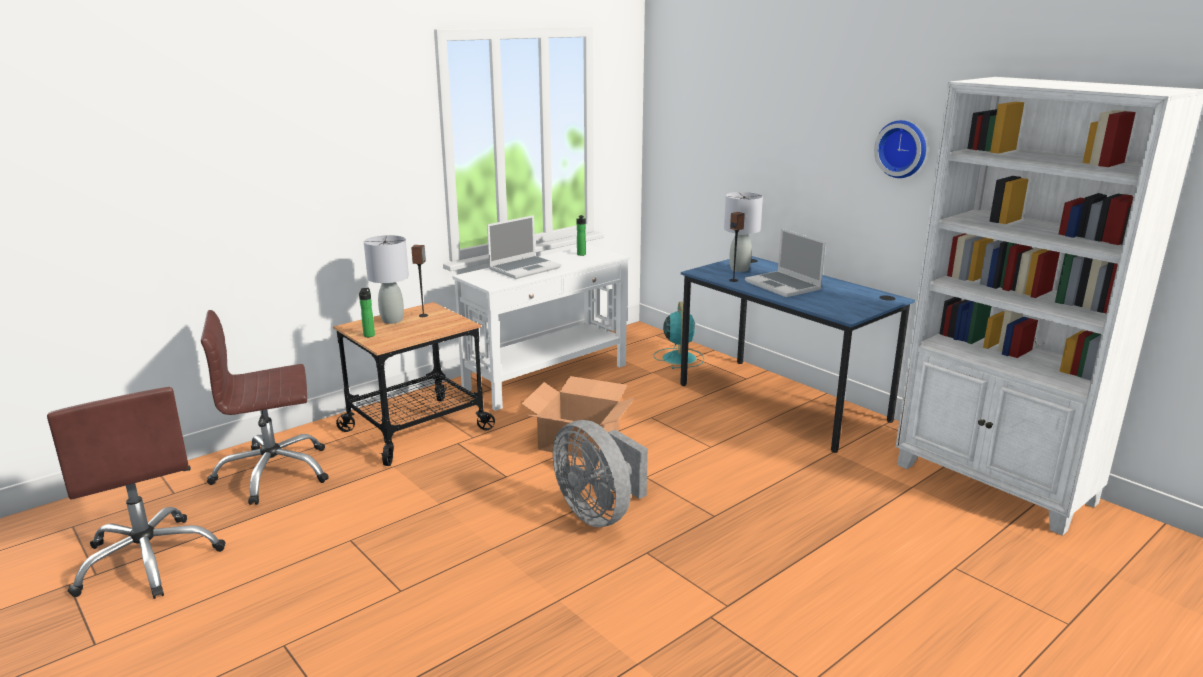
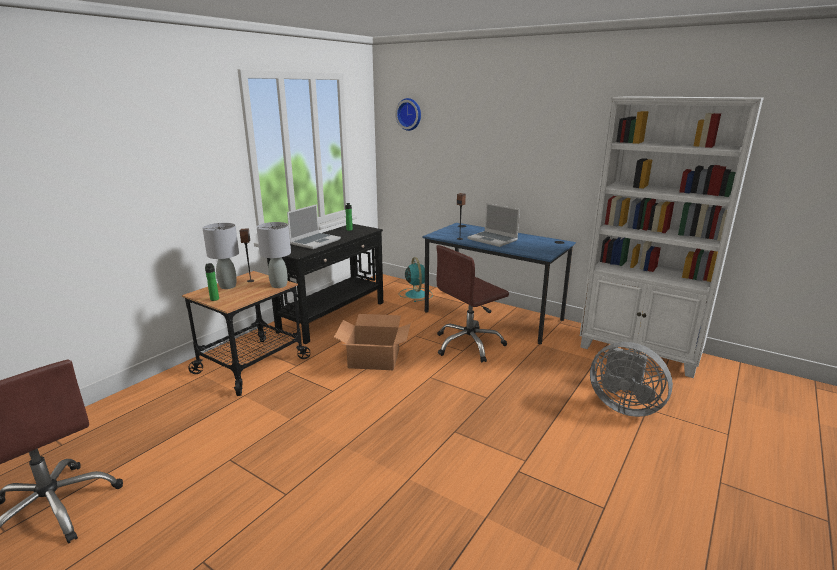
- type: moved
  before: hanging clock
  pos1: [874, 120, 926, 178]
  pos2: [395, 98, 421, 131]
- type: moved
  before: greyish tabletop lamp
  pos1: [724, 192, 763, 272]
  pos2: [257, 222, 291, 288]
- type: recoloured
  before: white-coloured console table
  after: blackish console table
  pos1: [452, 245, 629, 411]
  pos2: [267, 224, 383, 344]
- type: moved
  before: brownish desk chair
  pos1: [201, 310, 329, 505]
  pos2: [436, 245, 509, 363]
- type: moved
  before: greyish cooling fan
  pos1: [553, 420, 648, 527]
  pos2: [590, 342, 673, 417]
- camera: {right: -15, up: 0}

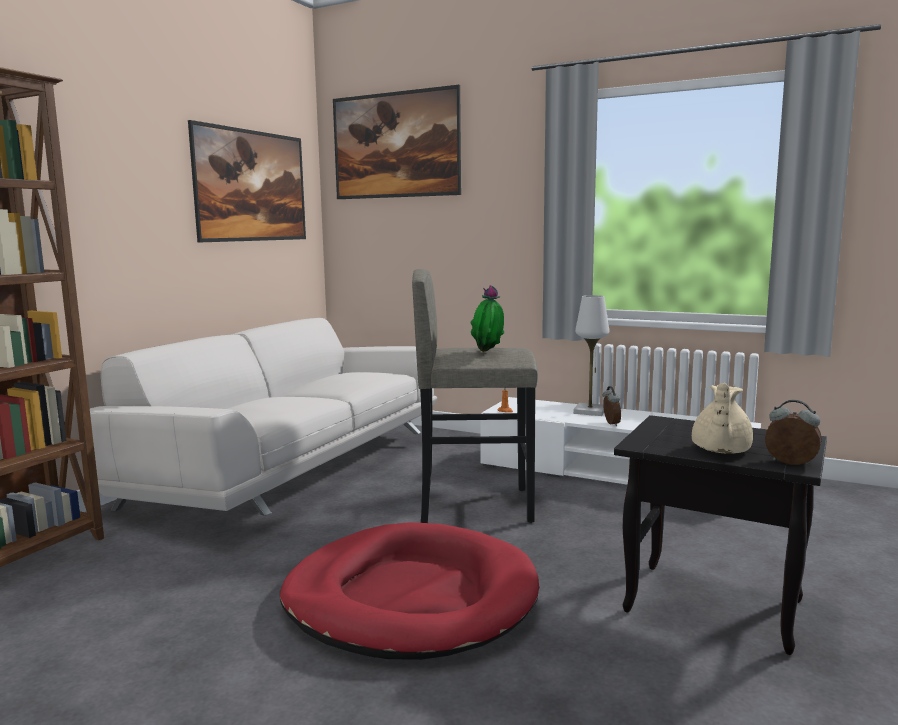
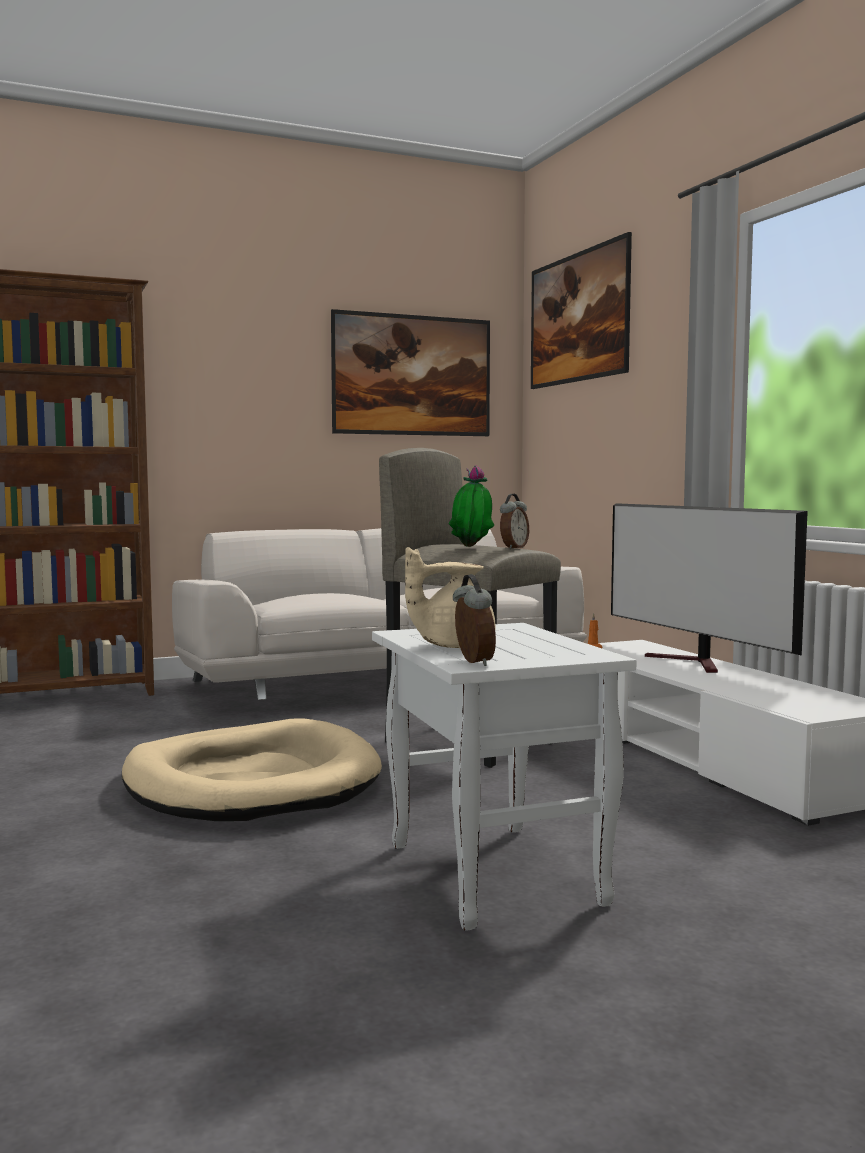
- type: replaced
  before: white-coloured tabletop lamp
  after: TV
  pos1: [573, 295, 609, 416]
  pos2: [611, 503, 808, 673]
- type: moved
  before: table clock
  pos1: [603, 386, 621, 426]
  pos2: [500, 494, 529, 549]
- type: recoloured
  before: blackish side table
  after: white-coloured side table
  pos1: [614, 415, 827, 655]
  pos2: [372, 623, 636, 931]
- type: recoloured
  before: reddish pet bed
  after: sand-coloured pet bed
  pos1: [280, 522, 539, 660]
  pos2: [122, 718, 382, 821]
- camera: {right: 40, up: -5}

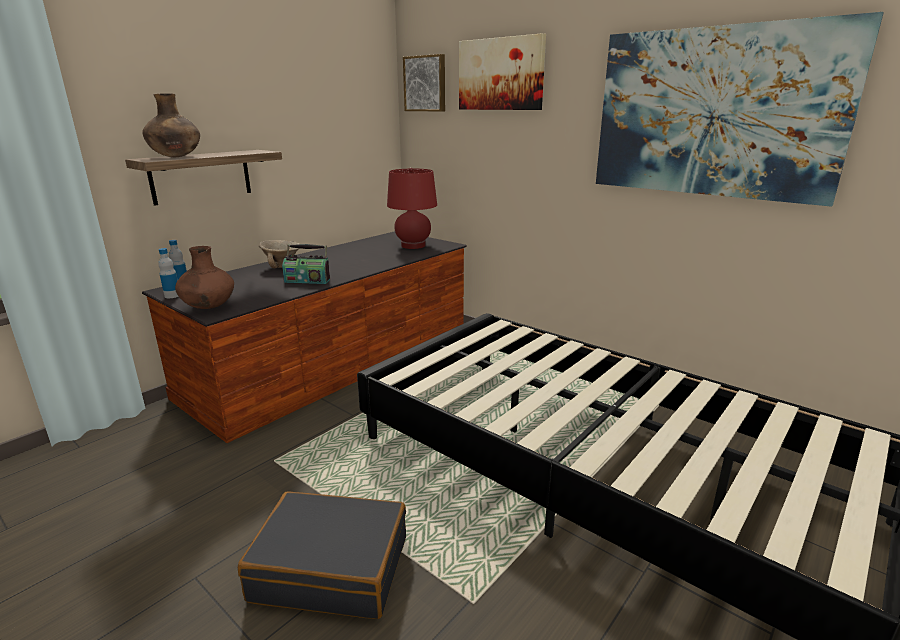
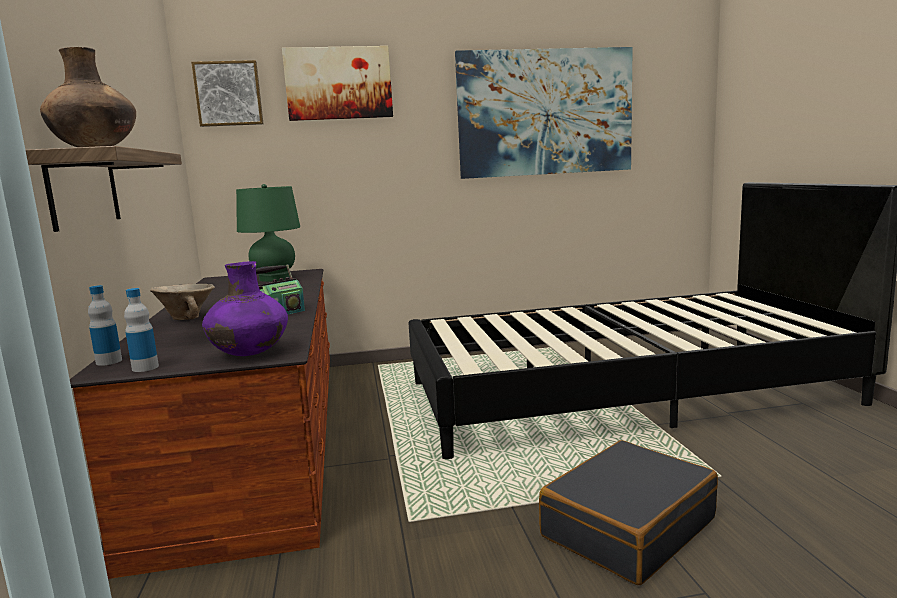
- type: recoloured
  before: reddish tabletop lamp
  after: greenish tabletop lamp
  pos1: [387, 168, 437, 249]
  pos2: [236, 184, 300, 282]
- type: recoloured
  before: brownish vase
  after: purple vase
  pos1: [175, 246, 234, 309]
  pos2: [202, 261, 288, 356]
- camera: {right: -50, up: -10}

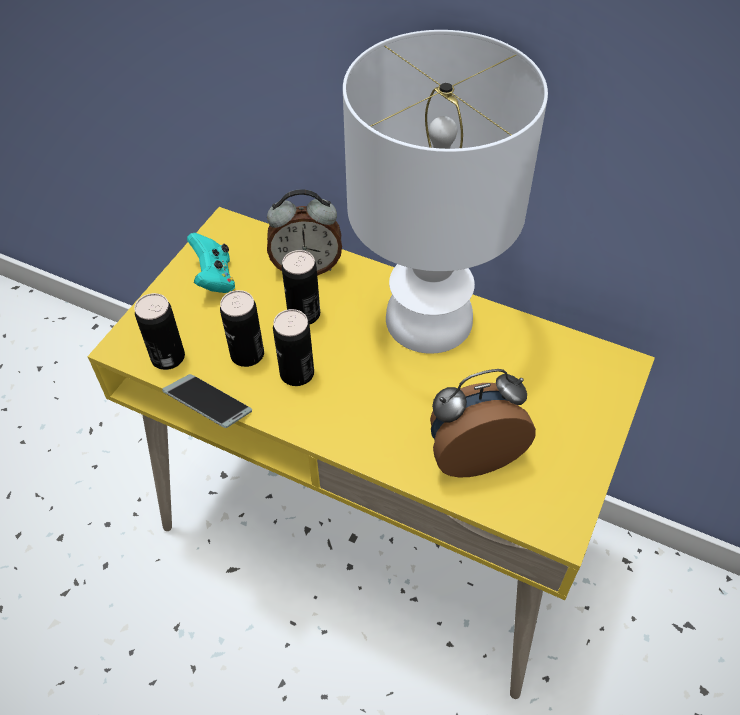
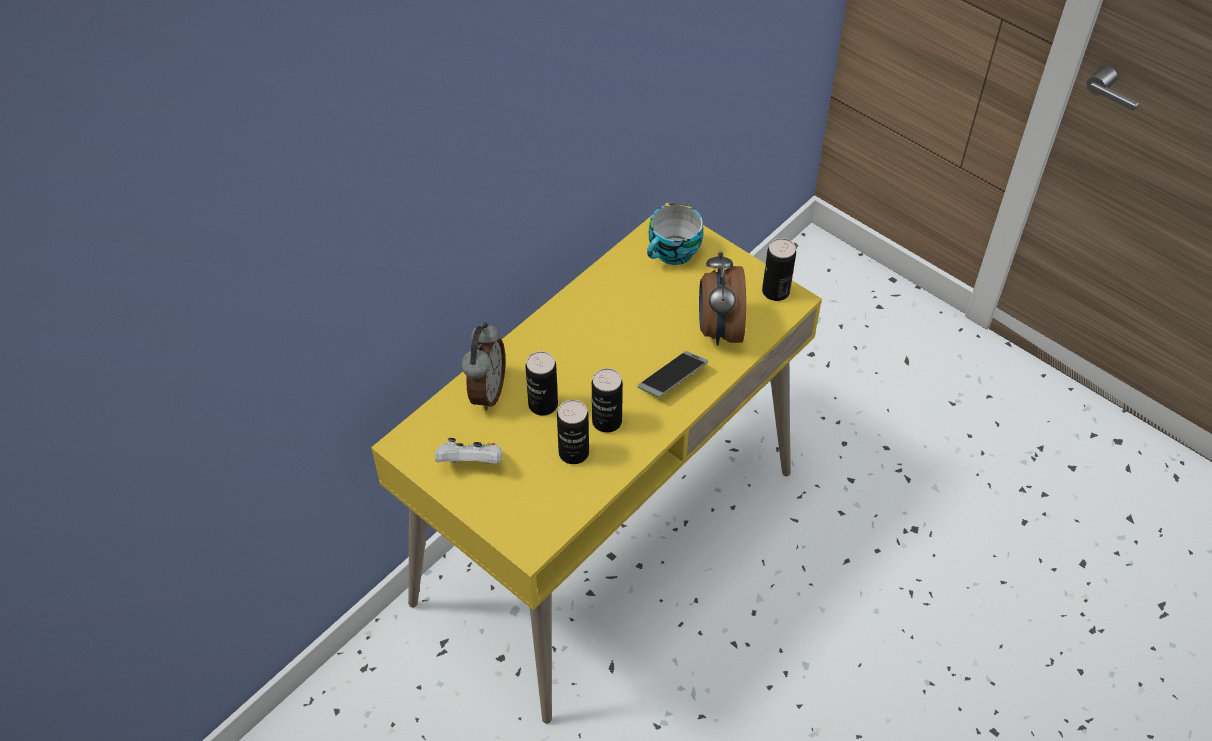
- type: removed
  before: white-coloured tabletop lamp
  pos1: [343, 30, 548, 354]
- type: recoloured
  before: turquoise-coloured gamepad
  after: white-coloured gamepad
  pos1: [187, 233, 235, 293]
  pos2: [435, 438, 502, 464]
- type: moved
  before: metal can
  pos1: [134, 293, 185, 370]
  pos2: [762, 238, 796, 301]
- type: moved
  before: phone
  pos1: [162, 374, 252, 428]
  pos2: [638, 351, 708, 397]
- type: added
  after: small cup
  pos2: [647, 204, 703, 265]
- camera: {right: -75, up: 0}

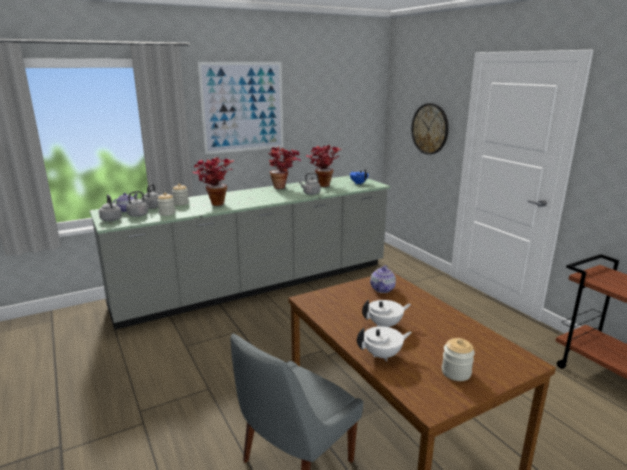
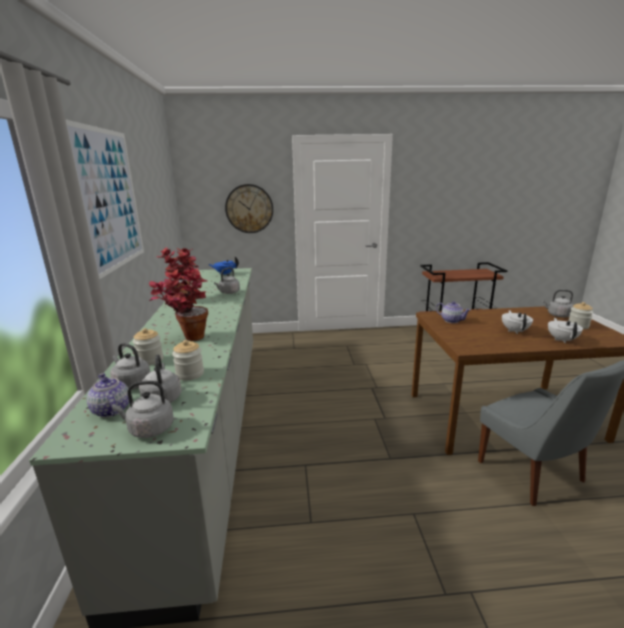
- type: removed
  before: houseplant
  pos1: [306, 145, 342, 187]
- type: added
  after: greyish tea kettle
  pos2: [542, 290, 573, 317]
- camera: {right: -65, up: 0}

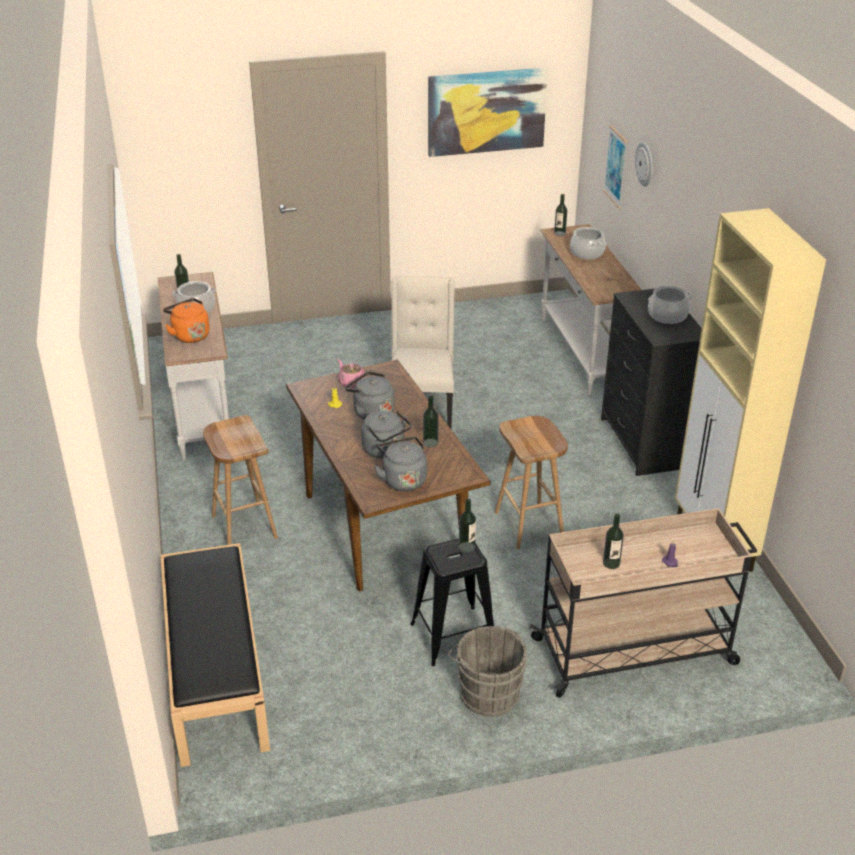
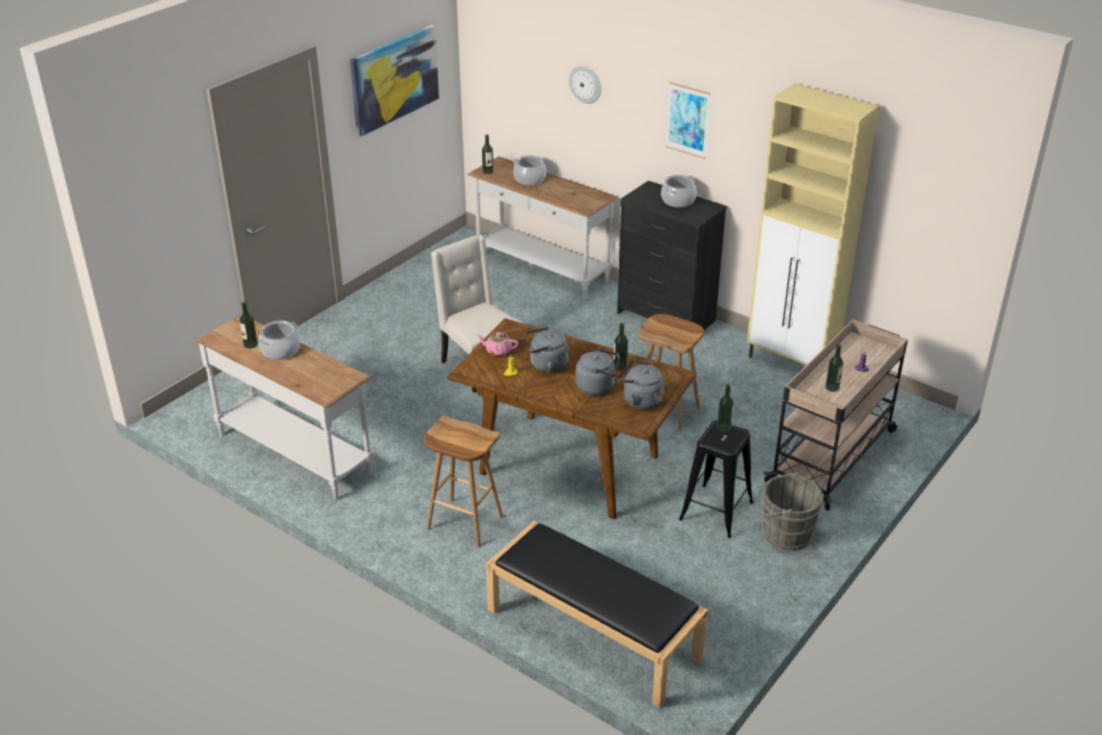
- type: moved
  before: wall picture
  pos1: [603, 125, 627, 209]
  pos2: [666, 82, 710, 159]
- type: removed
  before: orangey tea kettle
  pos1: [163, 298, 209, 343]
- camera: {right: -40, up: 0}

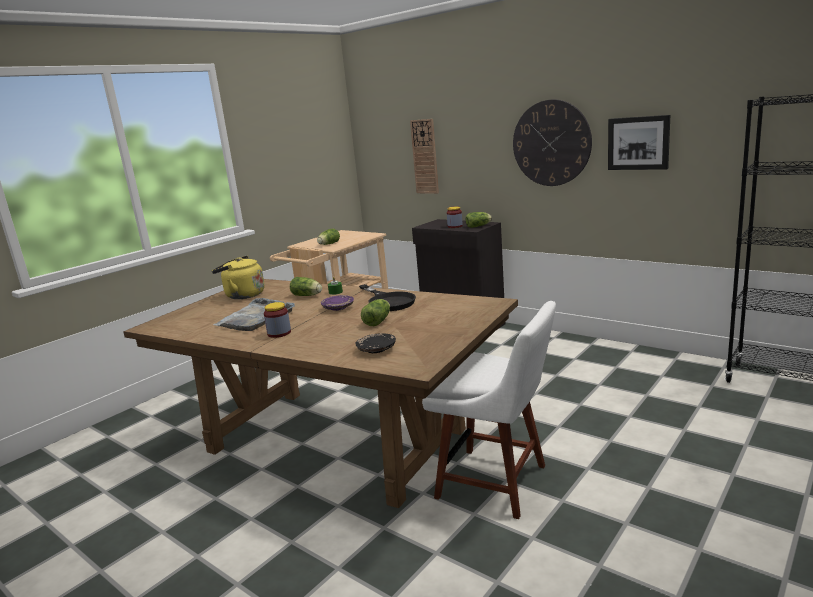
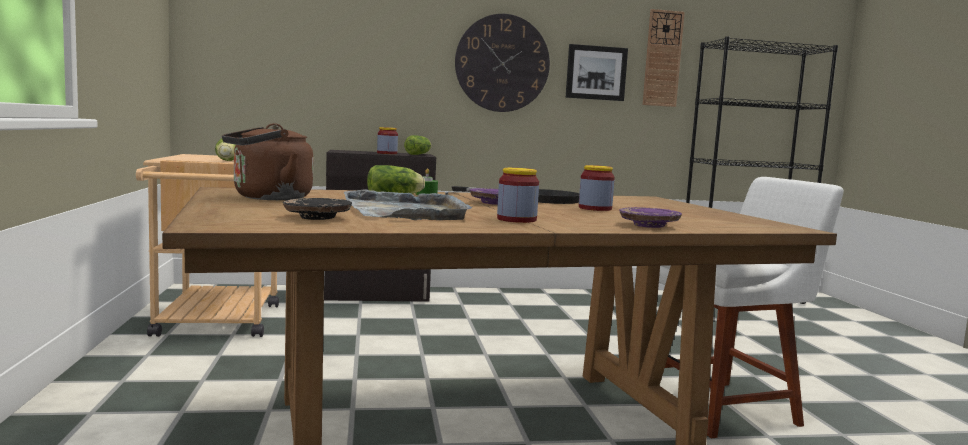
- type: moved
  before: hanging clock
  pos1: [410, 119, 439, 194]
  pos2: [643, 9, 685, 107]
- type: recoloured
  before: yellow-coloured tea kettle
  after: brownish tea kettle
  pos1: [212, 256, 265, 299]
  pos2: [222, 123, 313, 200]
- type: replaced
  before: lettuce head
  after: storage jar
  pos1: [361, 299, 390, 326]
  pos2: [579, 165, 615, 211]
- type: moved
  before: blackish plate
  pos1: [355, 333, 396, 353]
  pos2: [283, 198, 352, 220]
- type: added
  after: purple plate
  pos2: [619, 207, 682, 228]
- camera: {right: -50, up: -10}

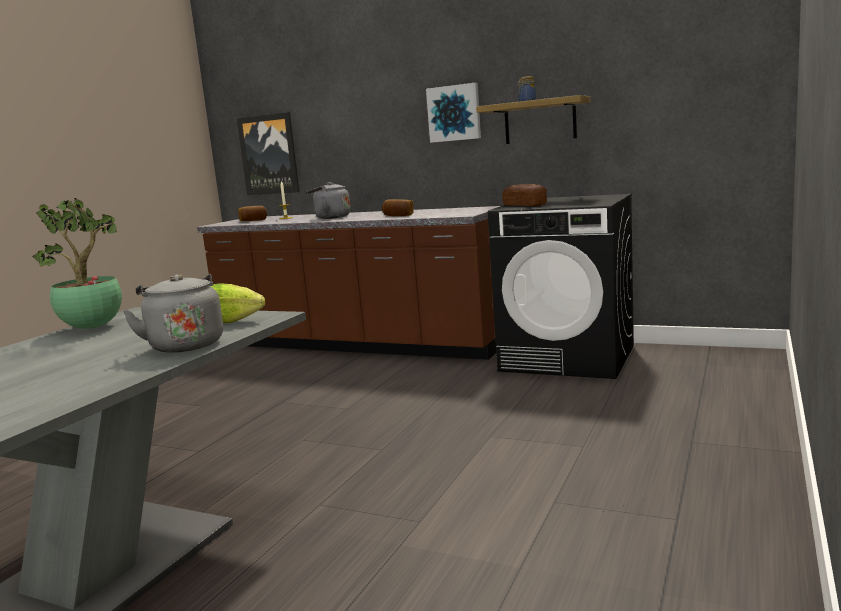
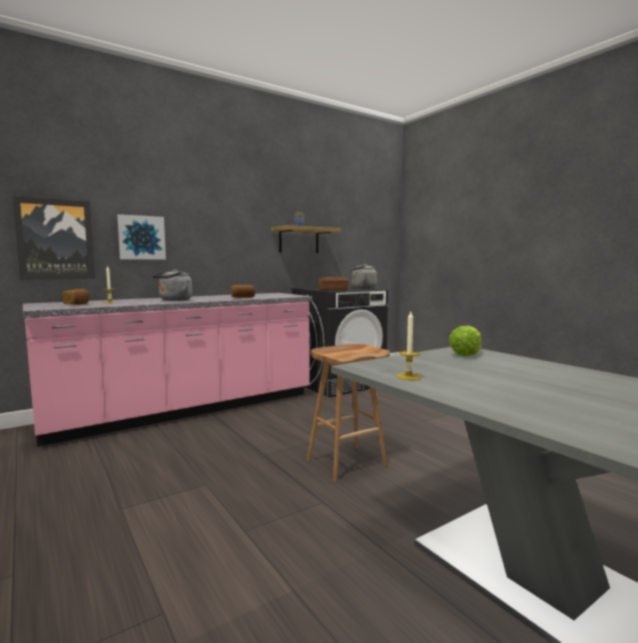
- type: moved
  before: wall picture
  pos1: [426, 83, 481, 143]
  pos2: [117, 214, 166, 260]
- type: replaced
  before: houseplant
  after: wax light
  pos1: [33, 198, 122, 329]
  pos2: [396, 312, 422, 380]
- type: recoloured
  before: brownish kitchen base unit
  after: pinkish kitchen base unit
  pos1: [197, 206, 500, 360]
  pos2: [23, 293, 312, 447]
- type: moved
  before: greyish tea kettle
  pos1: [122, 274, 223, 353]
  pos2: [350, 264, 377, 289]
- type: added
  after: brownish stool
  pos2: [307, 344, 390, 482]
- camera: {right: -60, up: -5}

